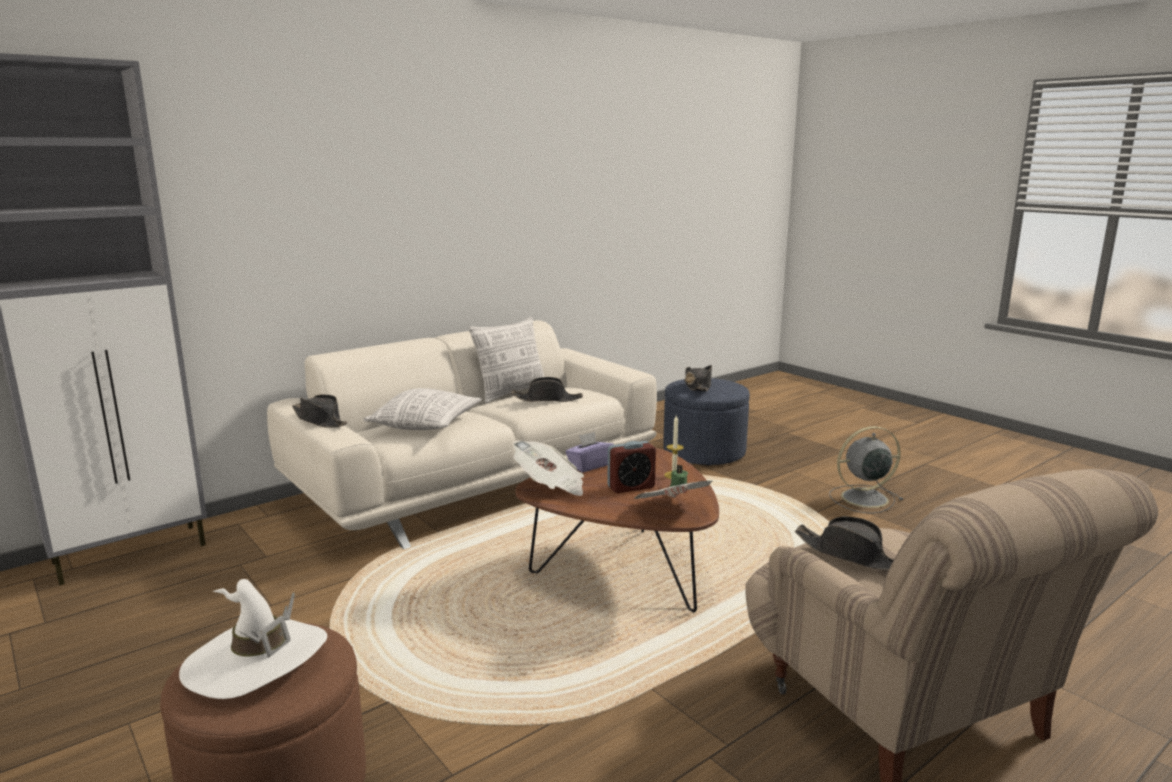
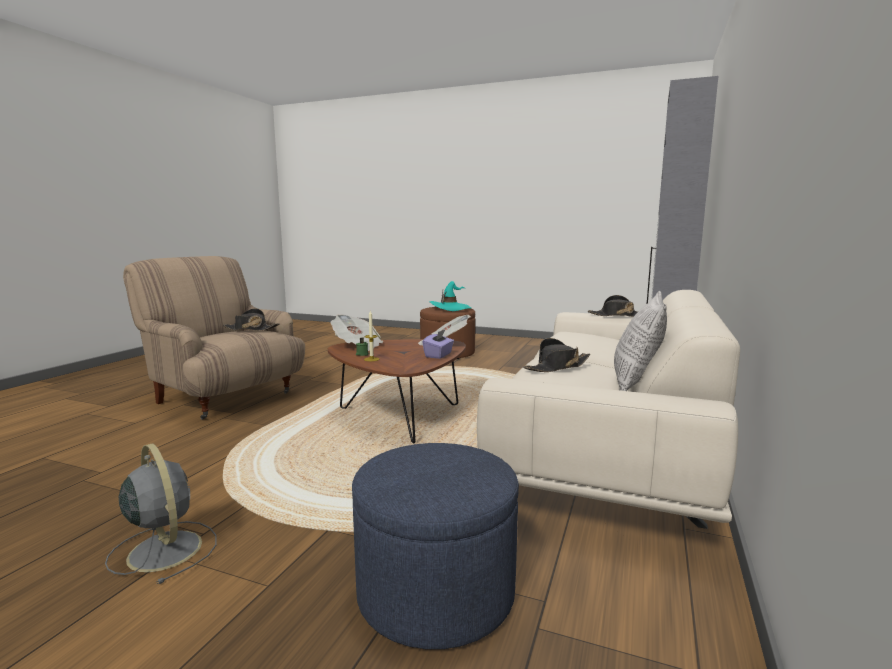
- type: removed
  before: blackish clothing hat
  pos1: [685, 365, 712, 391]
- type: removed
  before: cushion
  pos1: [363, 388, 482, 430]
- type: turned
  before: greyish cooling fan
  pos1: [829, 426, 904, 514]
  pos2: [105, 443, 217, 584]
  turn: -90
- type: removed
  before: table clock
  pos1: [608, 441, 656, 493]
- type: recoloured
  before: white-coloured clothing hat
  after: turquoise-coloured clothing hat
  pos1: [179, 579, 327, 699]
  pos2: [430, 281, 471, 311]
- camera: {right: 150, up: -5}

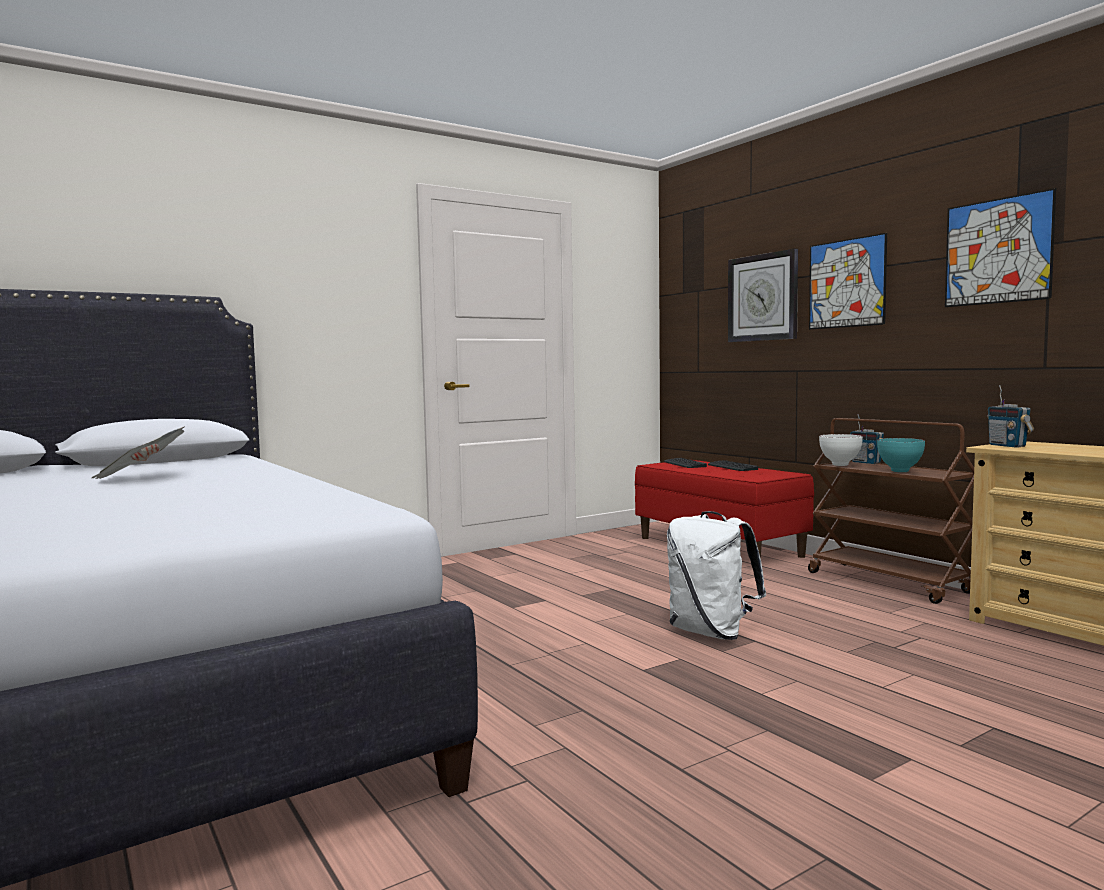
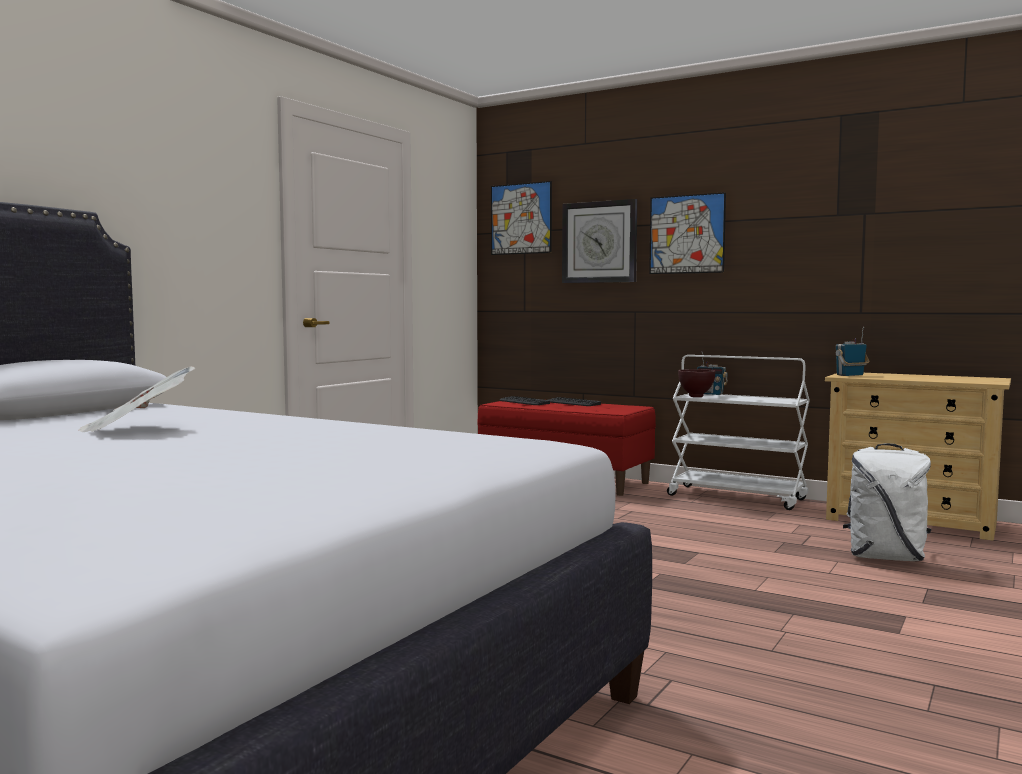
- type: moved
  before: wall picture
  pos1: [945, 188, 1056, 307]
  pos2: [491, 181, 552, 255]
- type: turned
  before: radio
  pos1: [987, 385, 1034, 448]
  pos2: [836, 326, 869, 376]
  turn: 105
- type: recoloured
  before: brownish trolley
  after: white-coloured trolley
  pos1: [808, 418, 974, 604]
  pos2: [667, 355, 810, 510]
- type: recoloured
  before: white-coloured deep dish
  after: brownish deep dish
  pos1: [819, 434, 863, 466]
  pos2: [678, 369, 715, 397]
- type: removed
  before: turquoise-coloured deep dish
  pos1: [877, 438, 925, 472]
- type: moved
  before: white-coloured knapsack
  pos1: [667, 511, 766, 640]
  pos2: [843, 443, 932, 561]
- camera: {right: -25, up: 0}

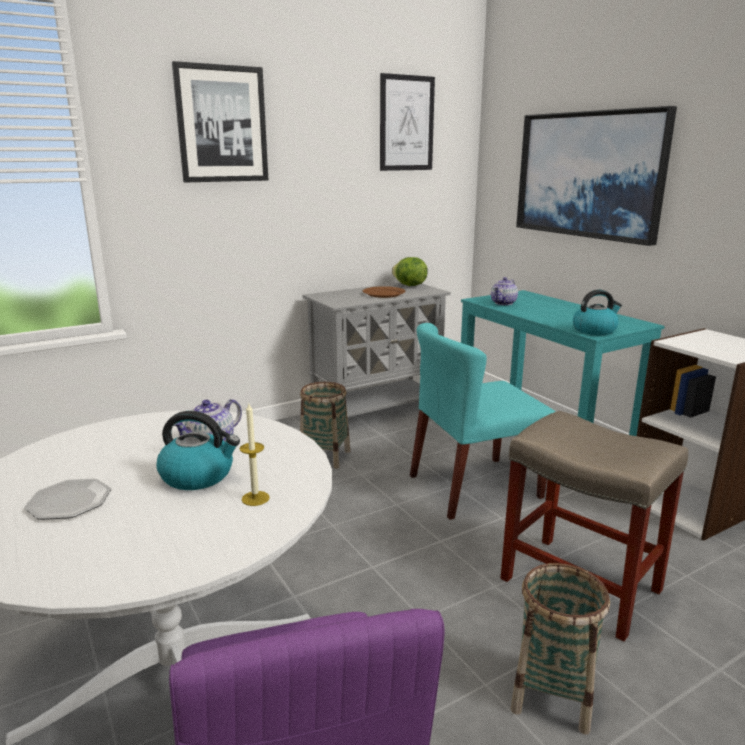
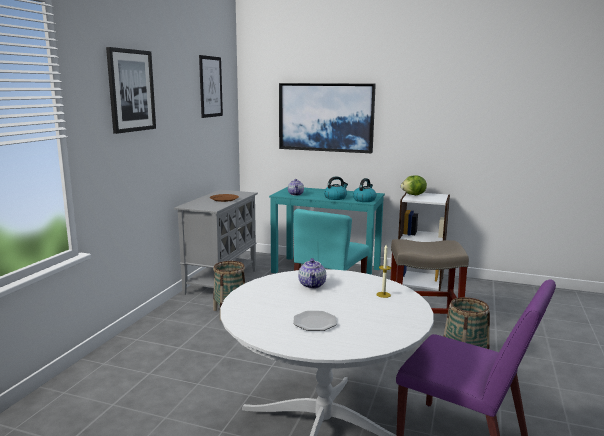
- type: moved
  before: lettuce head
  pos1: [392, 257, 428, 286]
  pos2: [401, 175, 427, 195]
- type: moved
  before: tea kettle
  pos1: [156, 411, 240, 490]
  pos2: [324, 176, 348, 200]
- camera: {right: -40, up: -5}

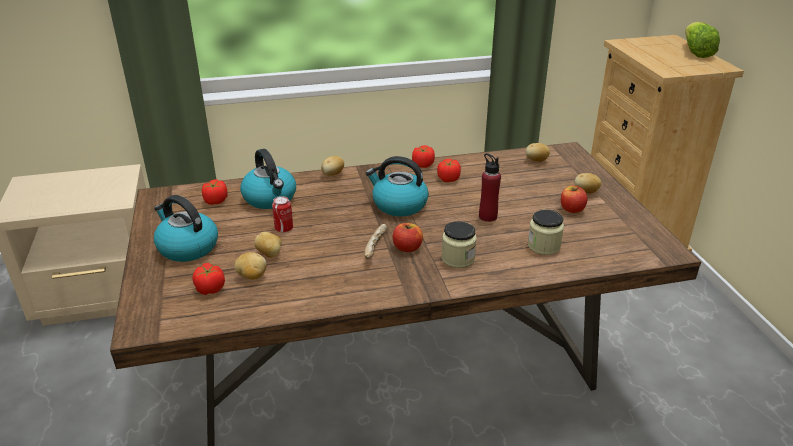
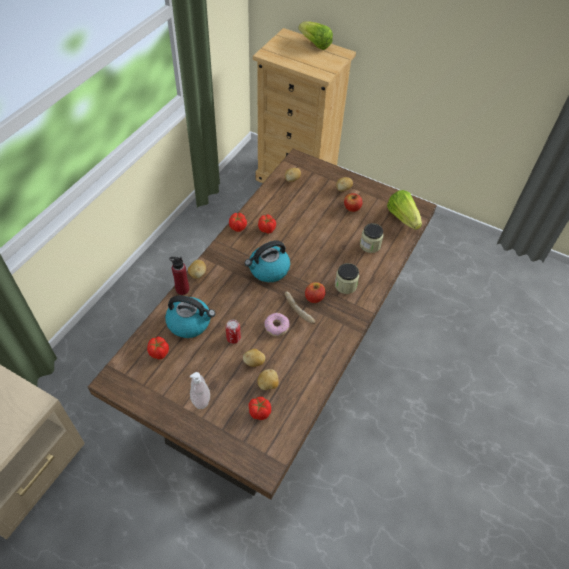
- type: moved
  before: reddish beverage bottle
  pos1: [479, 153, 501, 222]
  pos2: [169, 257, 189, 295]
- type: replaced
  before: tea kettle
  after: soap bottle
  pos1: [154, 195, 218, 262]
  pos2: [190, 372, 210, 409]
- type: added
  after: lettuce head
  pos2: [387, 190, 422, 230]
- type: added
  after: ring doughnut
  pos2: [264, 313, 289, 336]
- camera: {right: -50, up: 20}

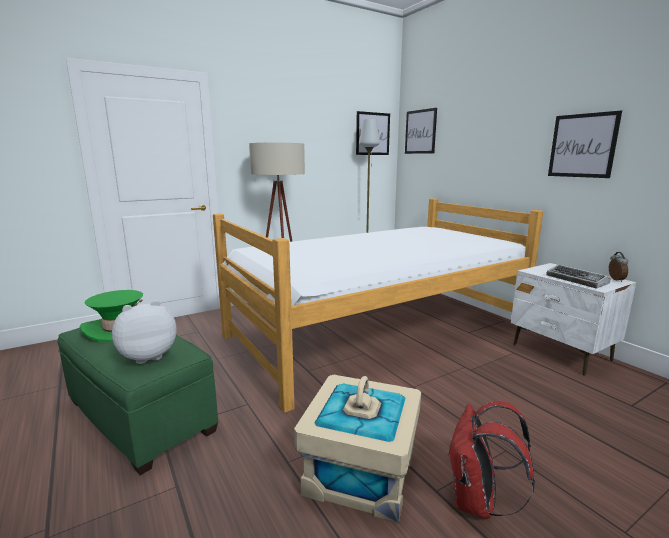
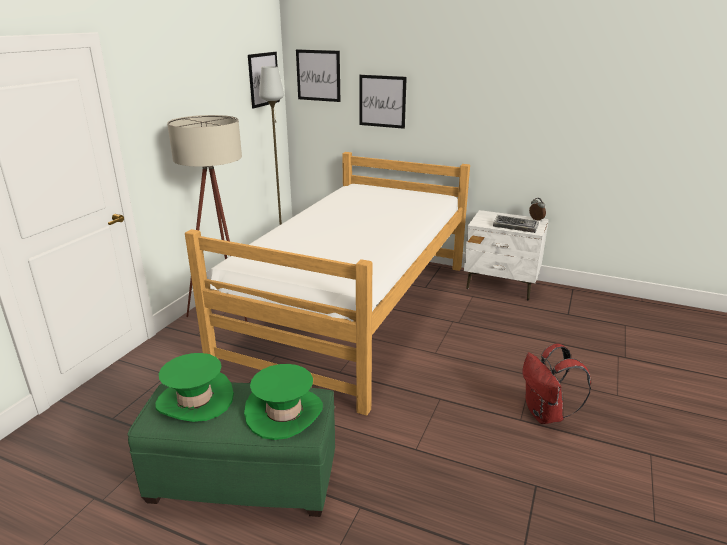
- type: moved
  before: wall picture
  pos1: [548, 110, 622, 178]
  pos2: [359, 75, 407, 129]
- type: replaced
  before: cuddly toy
  after: greenish clothing hat
  pos1: [112, 300, 177, 364]
  pos2: [244, 364, 323, 440]
- type: removed
  before: sand-coloured storage bin
  pos1: [294, 375, 421, 523]
- camera: {right: -35, up: 10}

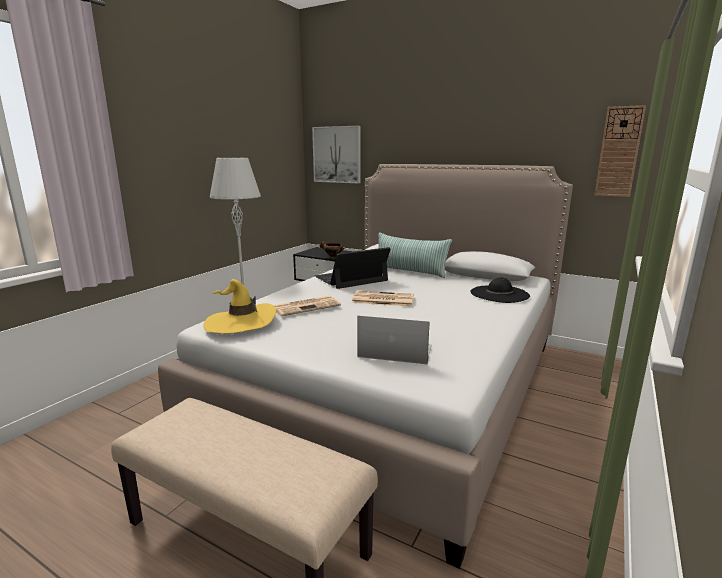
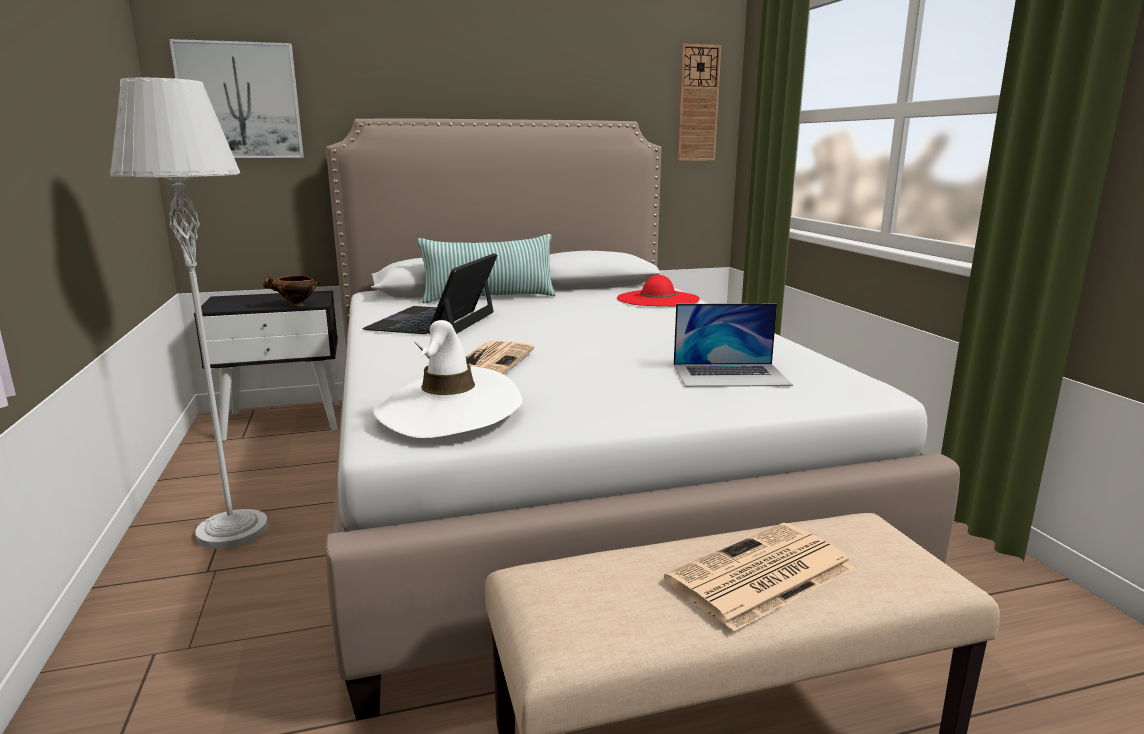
- type: recoloured
  before: blackish clothing hat
  after: reddish clothing hat
  pos1: [470, 278, 530, 303]
  pos2: [617, 275, 700, 306]
- type: recoloured
  before: yellow-coloured clothing hat
  after: white-coloured clothing hat
  pos1: [203, 279, 276, 334]
  pos2: [373, 320, 522, 438]
- type: moved
  before: printed paper
  pos1: [352, 291, 414, 306]
  pos2: [664, 523, 855, 631]
- type: turned
  before: laptop
  pos1: [357, 316, 432, 364]
  pos2: [674, 303, 793, 387]
  turn: -150
- camera: {right: -45, up: 0}

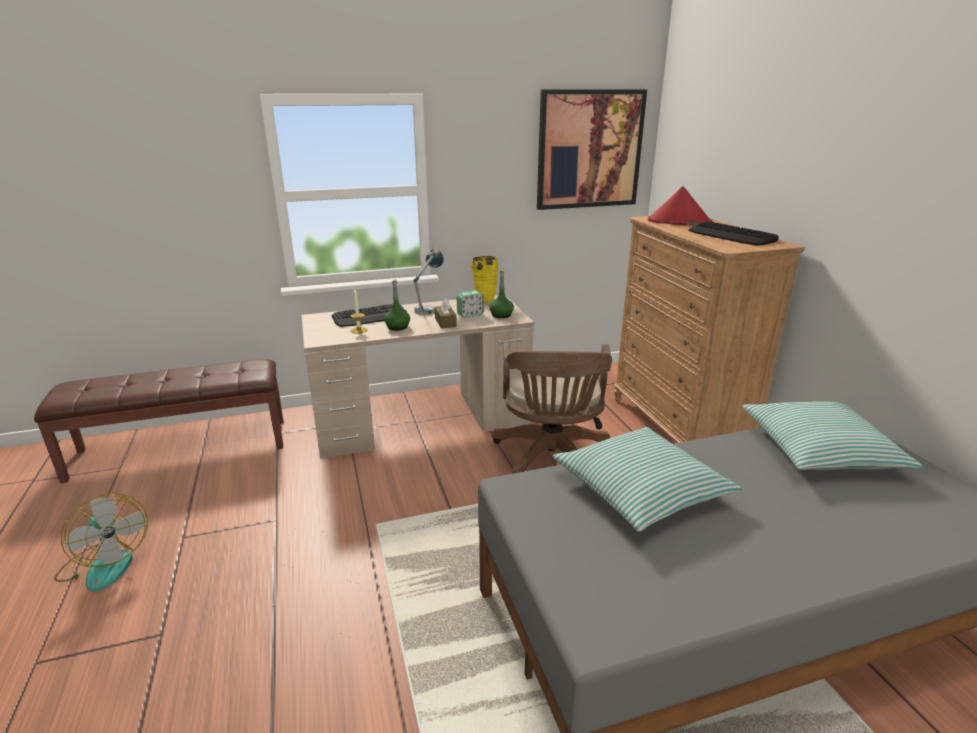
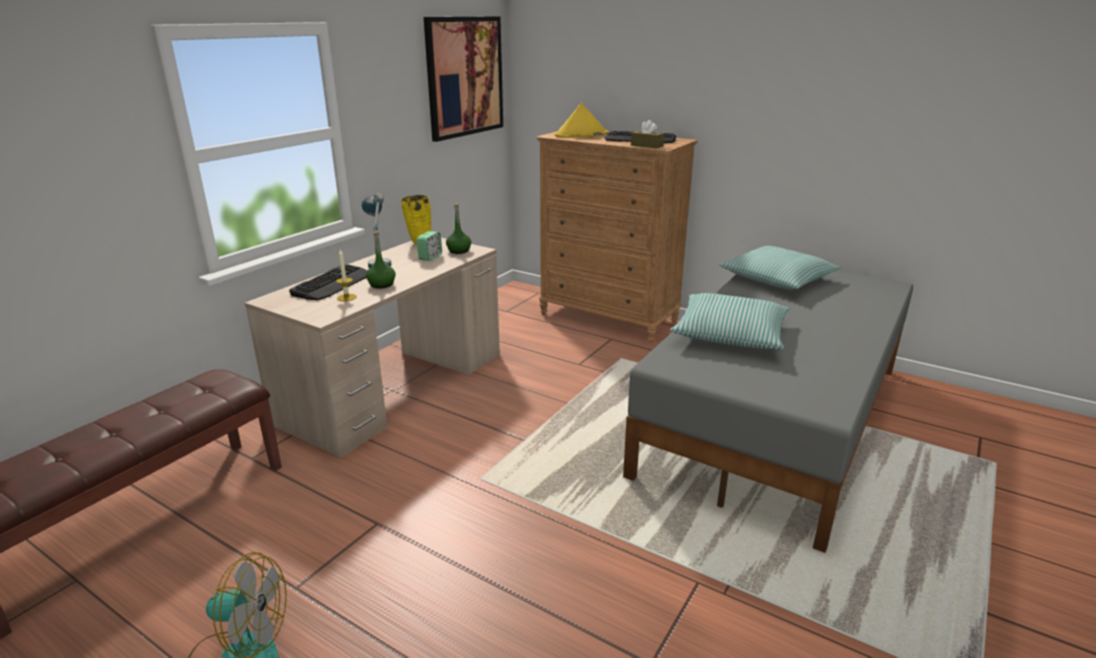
- type: recoloured
  before: reddish clothing hat
  after: yellow-coloured clothing hat
  pos1: [648, 186, 713, 225]
  pos2: [555, 103, 608, 138]
- type: moved
  before: brownish tissue holder
  pos1: [435, 299, 457, 328]
  pos2: [631, 120, 664, 148]
- type: removed
  before: brownish desk chair
  pos1: [492, 342, 612, 474]
- camera: {right: -40, up: 0}

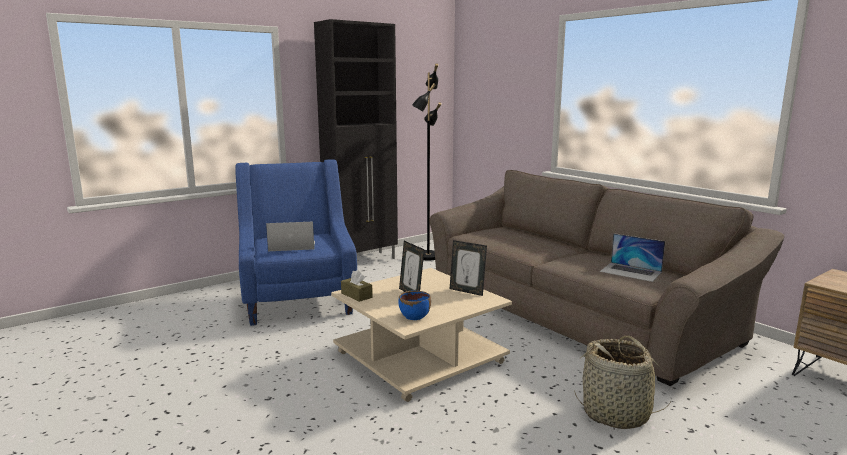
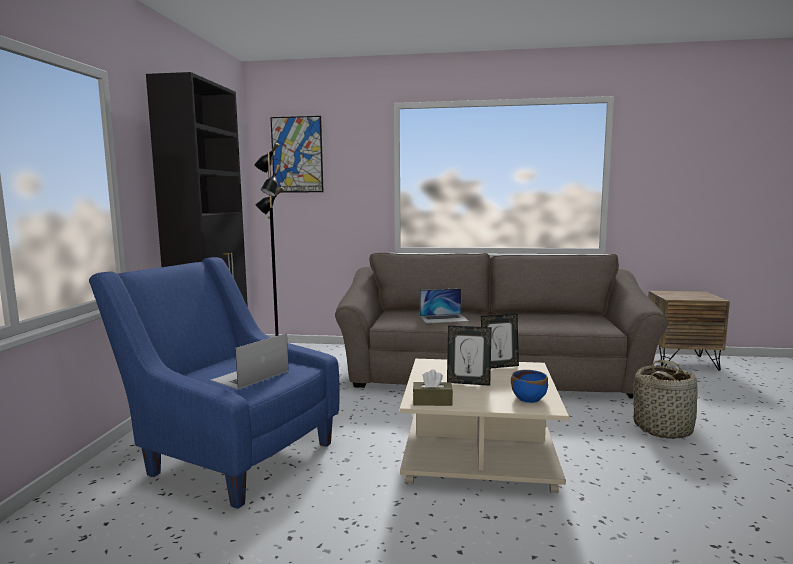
- type: moved
  before: laptop
  pos1: [600, 233, 665, 282]
  pos2: [420, 288, 469, 323]
- type: added
  after: wall picture
  pos2: [270, 116, 324, 193]
- camera: {right: -45, up: -5}

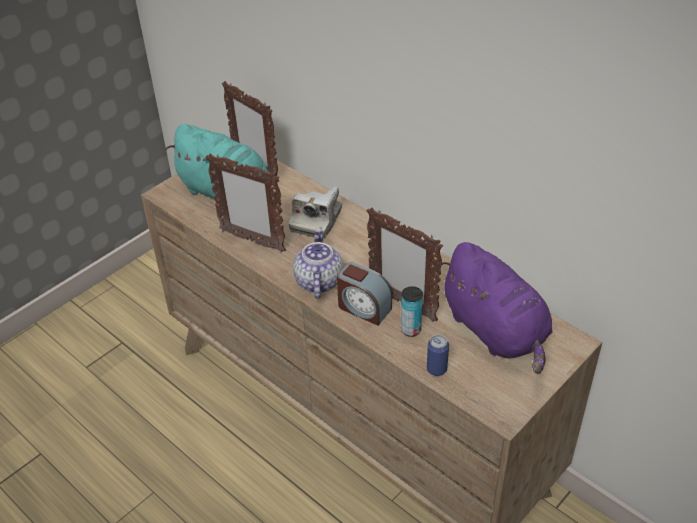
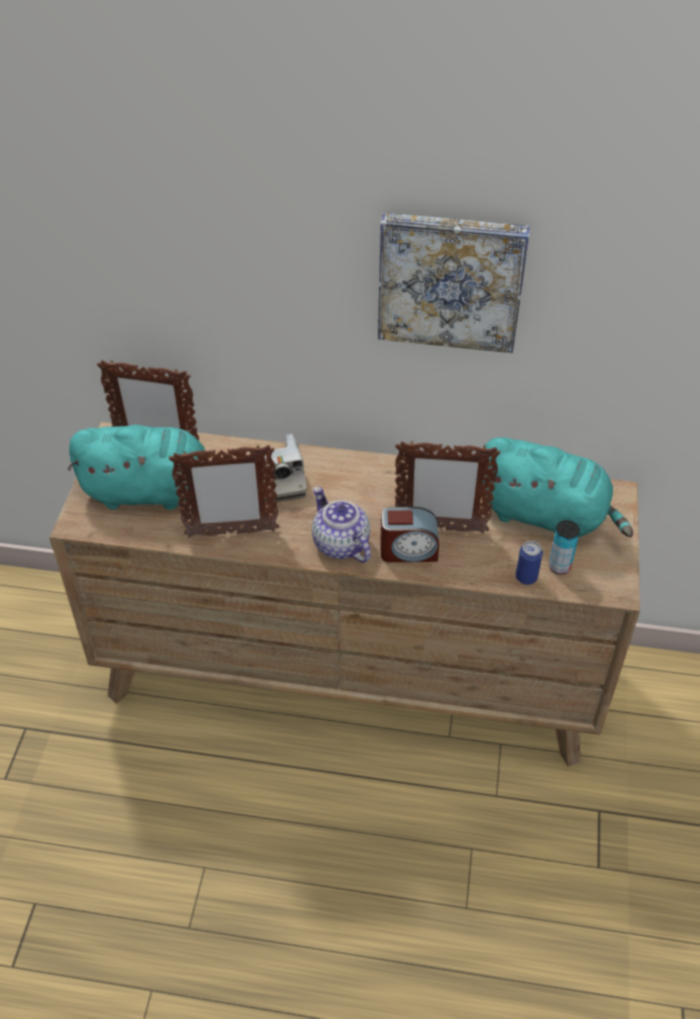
- type: recoloured
  before: purple cuddly toy
  after: turquoise-coloured cuddly toy
  pos1: [442, 242, 552, 374]
  pos2: [483, 438, 633, 537]
- type: moved
  before: metal can
  pos1: [401, 286, 423, 337]
  pos2: [549, 520, 580, 574]
- type: added
  after: wall picture
  pos2: [378, 213, 530, 353]
- camera: {right: -35, up: 5}

